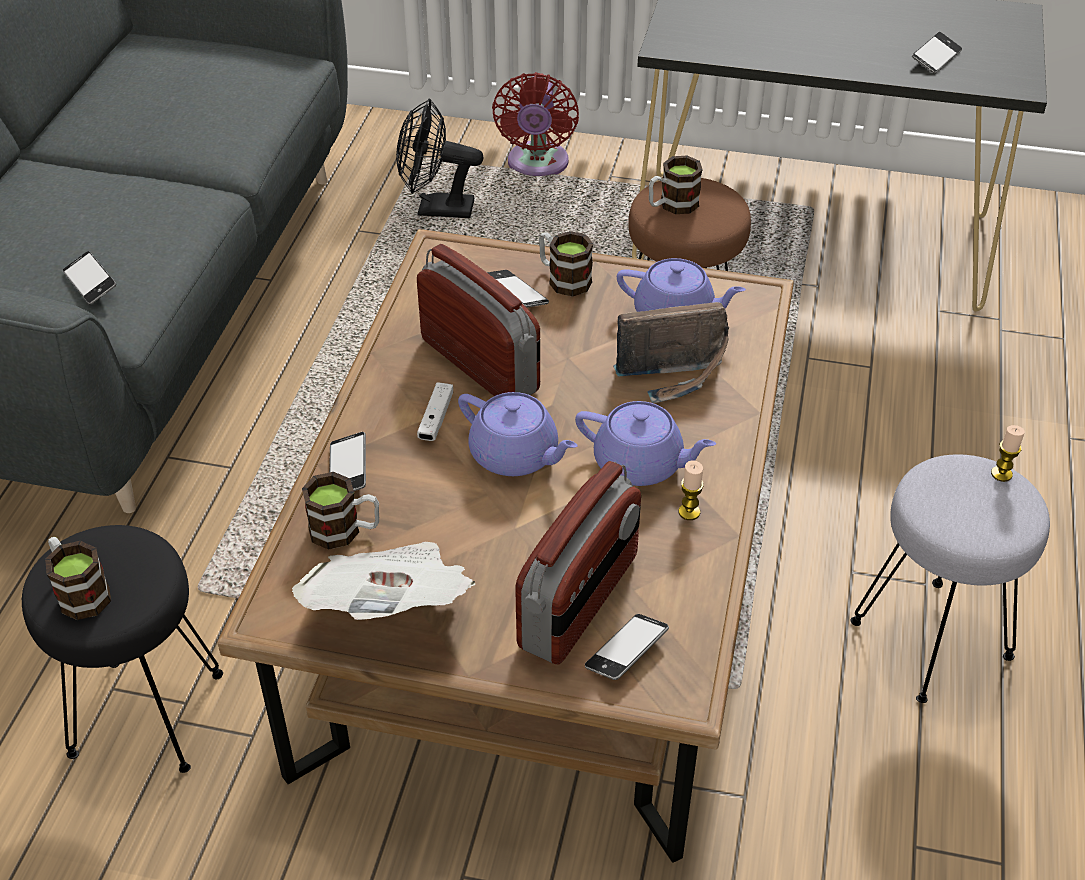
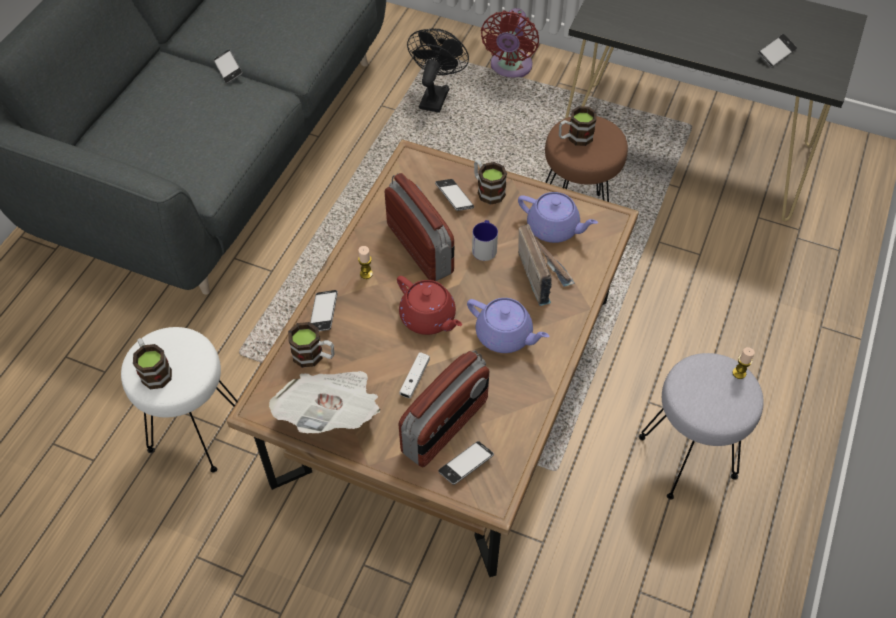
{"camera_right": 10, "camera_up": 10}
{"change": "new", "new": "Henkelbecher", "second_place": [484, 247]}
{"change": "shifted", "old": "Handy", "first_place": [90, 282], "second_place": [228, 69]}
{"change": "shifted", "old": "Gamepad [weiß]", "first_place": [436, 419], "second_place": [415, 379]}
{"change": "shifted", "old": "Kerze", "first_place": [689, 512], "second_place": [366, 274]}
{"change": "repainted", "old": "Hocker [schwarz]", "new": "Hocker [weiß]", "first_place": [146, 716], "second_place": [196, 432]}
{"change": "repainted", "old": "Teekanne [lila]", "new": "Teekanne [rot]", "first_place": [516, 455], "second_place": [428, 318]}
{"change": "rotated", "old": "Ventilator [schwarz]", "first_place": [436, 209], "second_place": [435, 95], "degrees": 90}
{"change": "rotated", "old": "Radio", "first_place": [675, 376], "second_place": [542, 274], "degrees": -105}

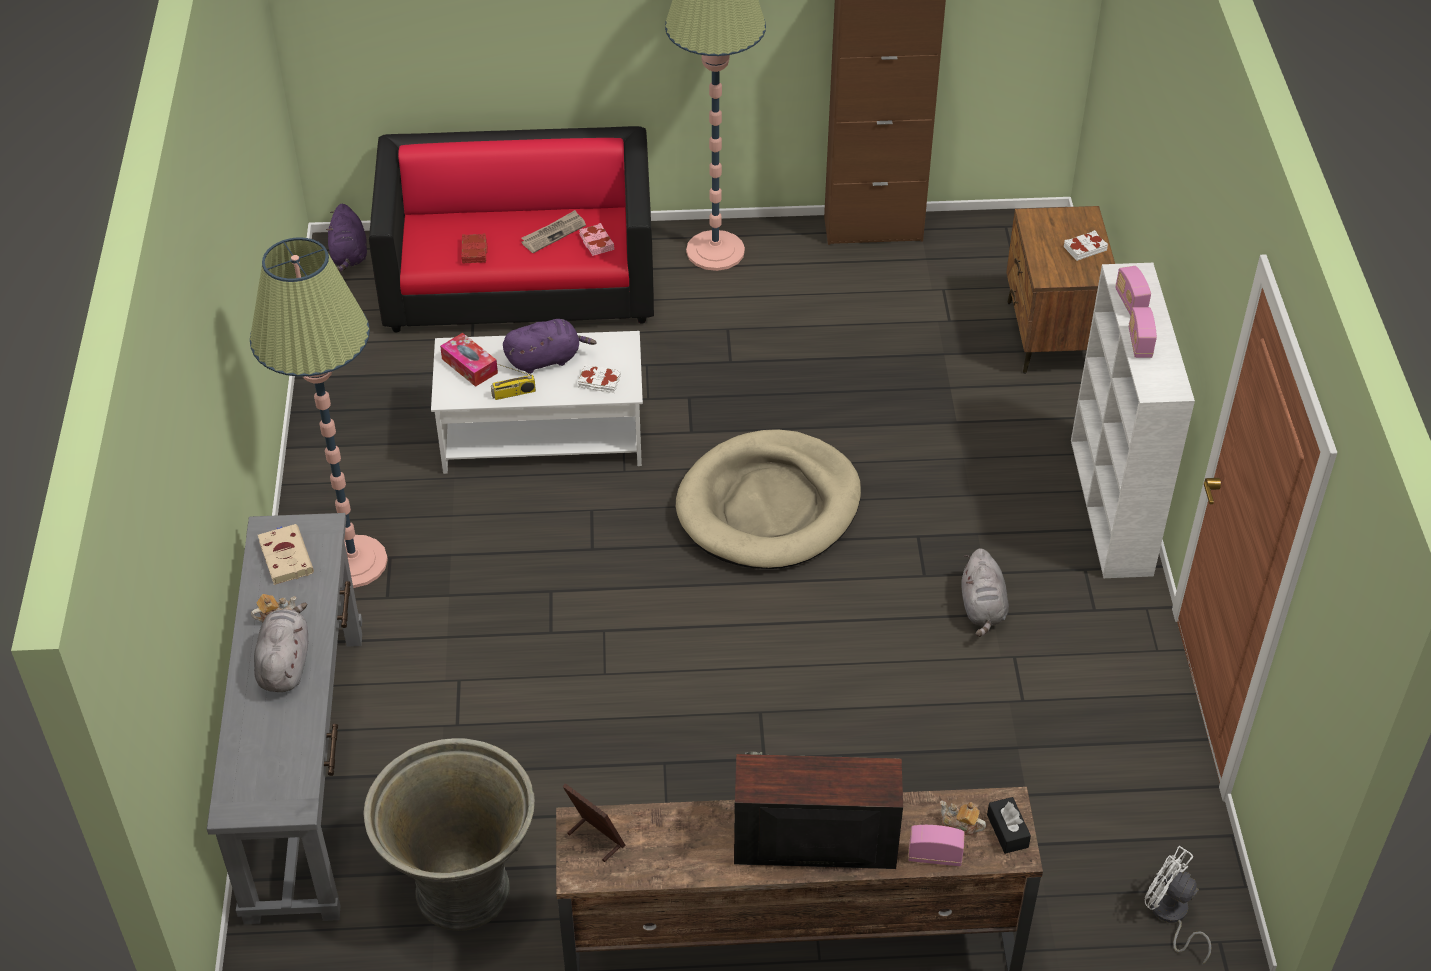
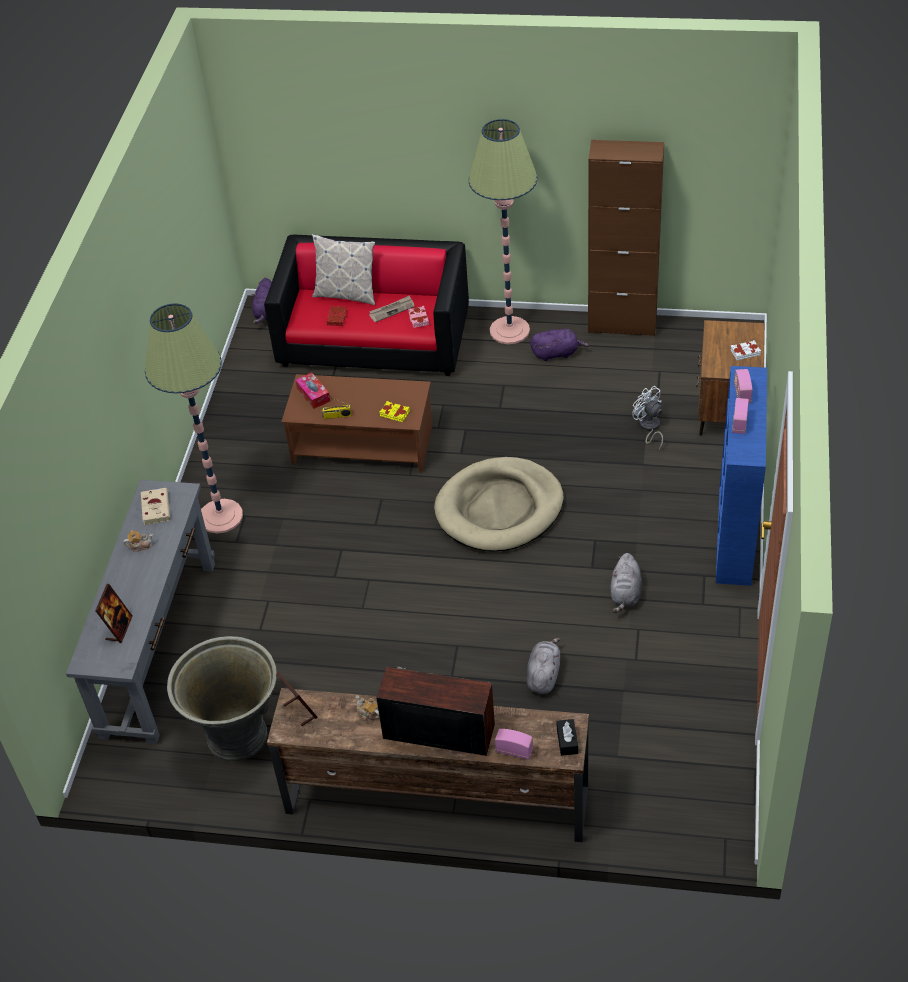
{"camera_right": 15, "camera_up": 0}
{"change": "new", "new": "Bilderrahmen", "second_place": [119, 628]}
{"change": "new", "new": "Kissen", "second_place": [346, 294]}
{"change": "shifted", "old": "Plüschtier [grau]", "first_place": [285, 664], "second_place": [543, 675]}
{"change": "shifted", "old": "Plüschtier [lila]", "first_place": [546, 359], "second_place": [556, 353]}
{"change": "shifted", "old": "Teekanne", "first_place": [960, 826], "second_place": [368, 713]}
{"change": "shifted", "old": "Ventilator [weiß]", "first_place": [1170, 916], "second_place": [649, 428]}
{"change": "repainted", "old": "Couchtisch [weiß]", "new": "Couchtisch [braun]", "first_place": [544, 433], "second_place": [363, 444]}
{"change": "repainted", "old": "Buch [weiß]", "new": "Buch [gelb]", "first_place": [599, 382], "second_place": [394, 414]}
{"change": "repainted", "old": "Bücherregal [weiß]", "new": "Bücherregal [blau]", "first_place": [1111, 507], "second_place": [735, 535]}

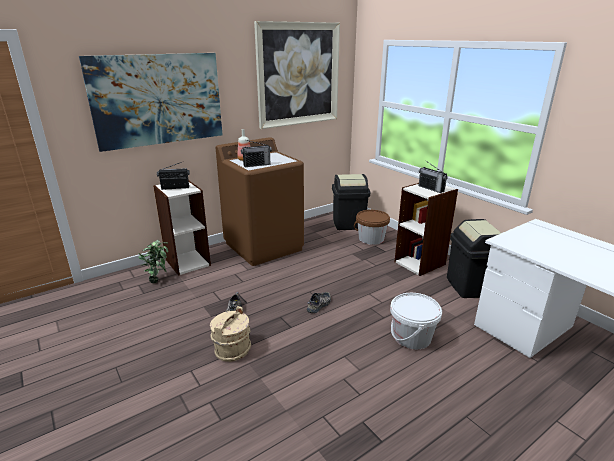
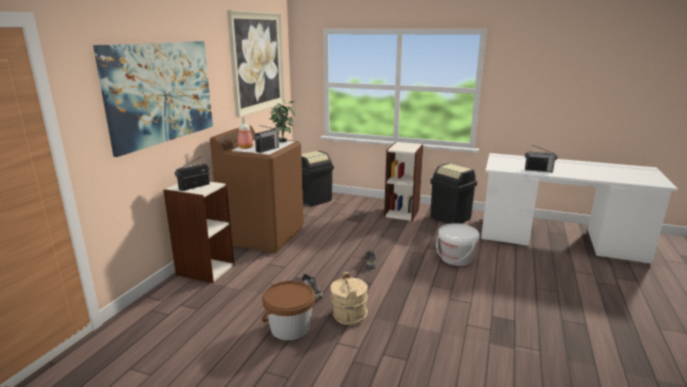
{"camera_right": -35, "camera_up": -5}
{"change": "shifted", "old": "Topfpflanze", "first_place": [158, 279], "second_place": [283, 141]}
{"change": "shifted", "old": "Eimer [braun]", "first_place": [371, 239], "second_place": [290, 328]}
{"change": "shifted", "old": "Radio", "first_place": [431, 189], "second_place": [538, 170]}

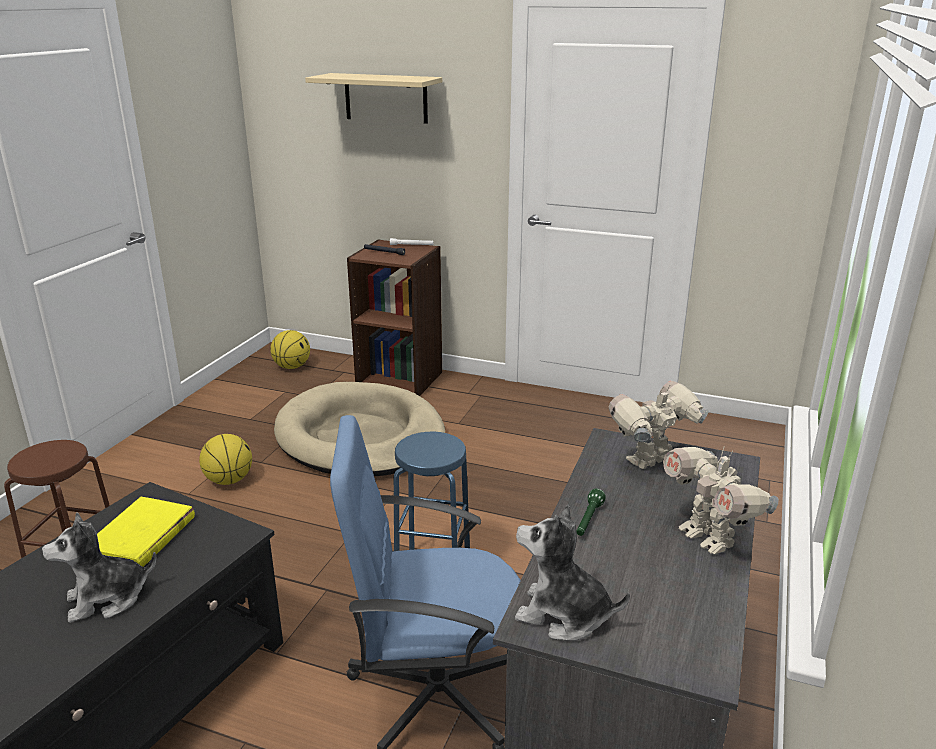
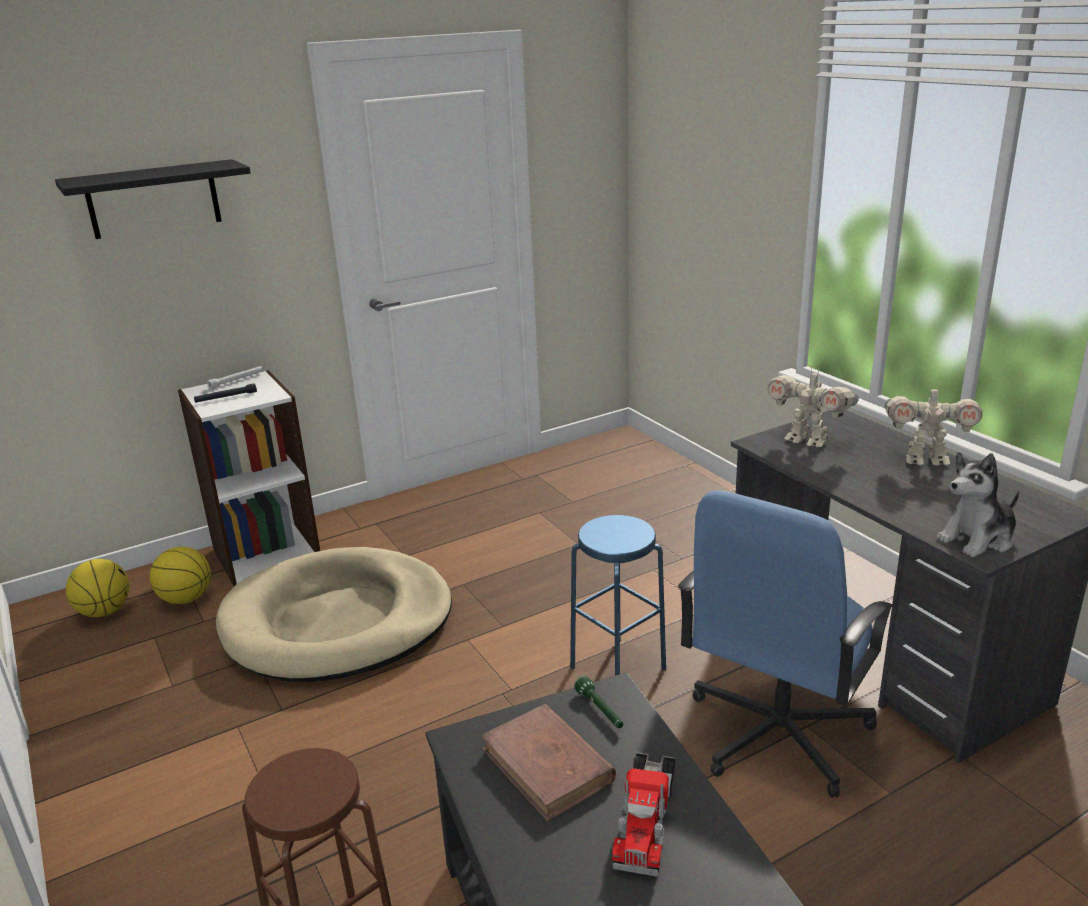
{"camera_right": -50, "camera_up": 0}
{"change": "shifted", "old": "Basketball", "first_place": [229, 480], "second_place": [185, 598]}
{"change": "shifted", "old": "Taschenlampe [grün]", "first_place": [588, 520], "second_place": [600, 710]}
{"change": "swapped", "old": "Plüschtier", "new": "Spielzeuglaster", "first_place": [107, 599], "second_place": [645, 818]}
{"change": "repainted", "old": "Buch [gelb]", "new": "Buch [braun]", "first_place": [141, 538], "second_place": [547, 766]}
{"change": "repainted", "old": "Wandregal [beige]", "new": "Wandregal [schwarz]", "first_place": [386, 98], "second_place": [153, 199]}
{"change": "repainted", "old": "Bücherregal [braun]", "new": "Bücherregal [weiß]", "first_place": [400, 379], "second_place": [266, 553]}
{"change": "rotated", "old": "Spielzeugroboter", "first_place": [652, 462], "second_place": [807, 440], "degrees": -60}

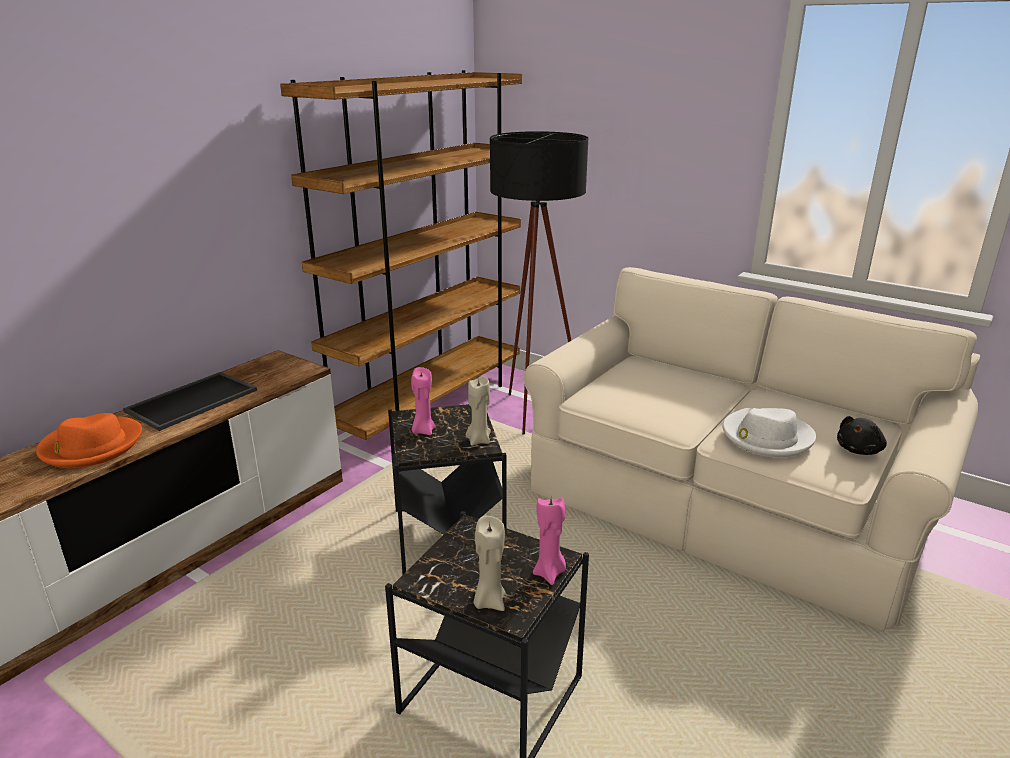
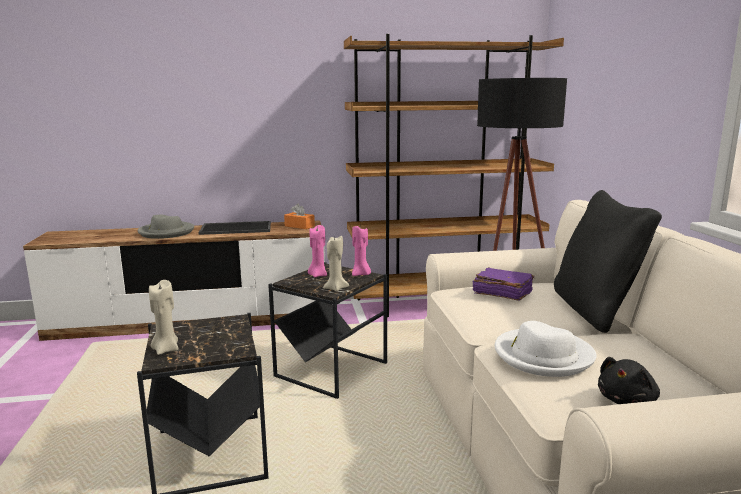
{"camera_right": 45, "camera_up": -10}
{"change": "new", "new": "Taschentuchbox [orange]", "second_place": [299, 226]}
{"change": "new", "new": "Buch [lila]", "second_place": [501, 293]}
{"change": "new", "new": "Kissen [schwarz]", "second_place": [595, 310]}
{"change": "shifted", "old": "Kerze [rosa]", "first_place": [549, 573], "second_place": [361, 274]}
{"change": "repainted", "old": "Hut [orange]", "new": "Hut [grau]", "first_place": [91, 446], "second_place": [166, 232]}
{"change": "rotated", "old": "Plüschtier [schwarz]", "first_place": [859, 450], "second_place": [627, 401], "degrees": -45}

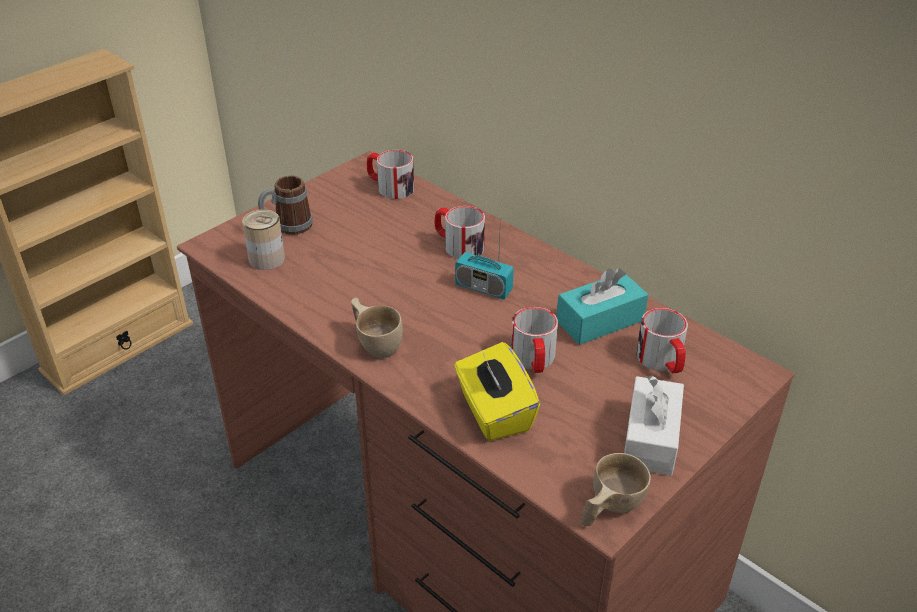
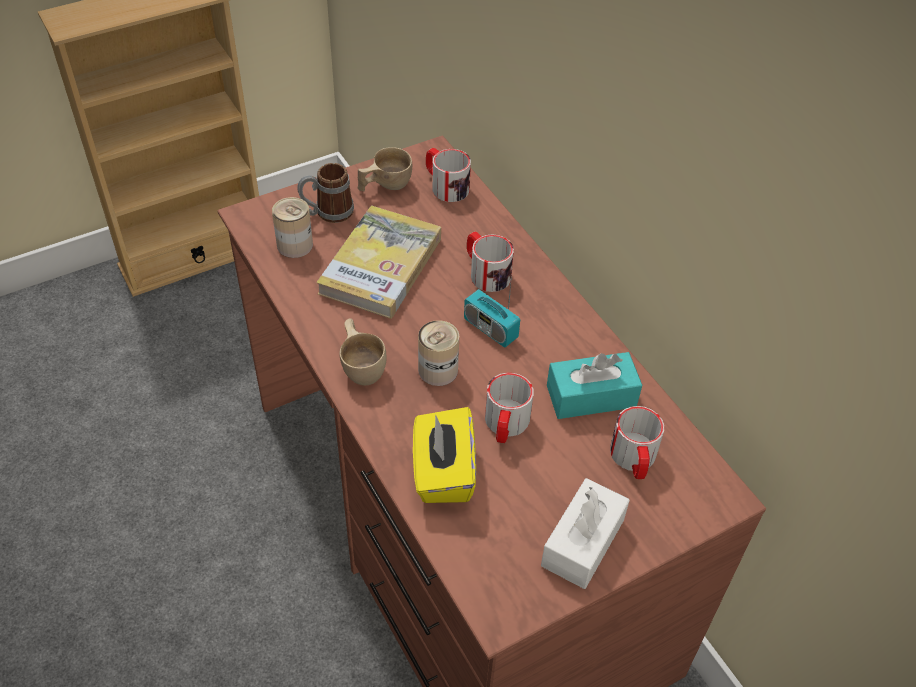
{"camera_right": 15, "camera_up": 10}
{"change": "new", "new": "Buch", "second_place": [381, 265]}
{"change": "new", "new": "Dose", "second_place": [438, 370]}
{"change": "shifted", "old": "Tasse [beige]", "first_place": [609, 507], "second_place": [384, 185]}

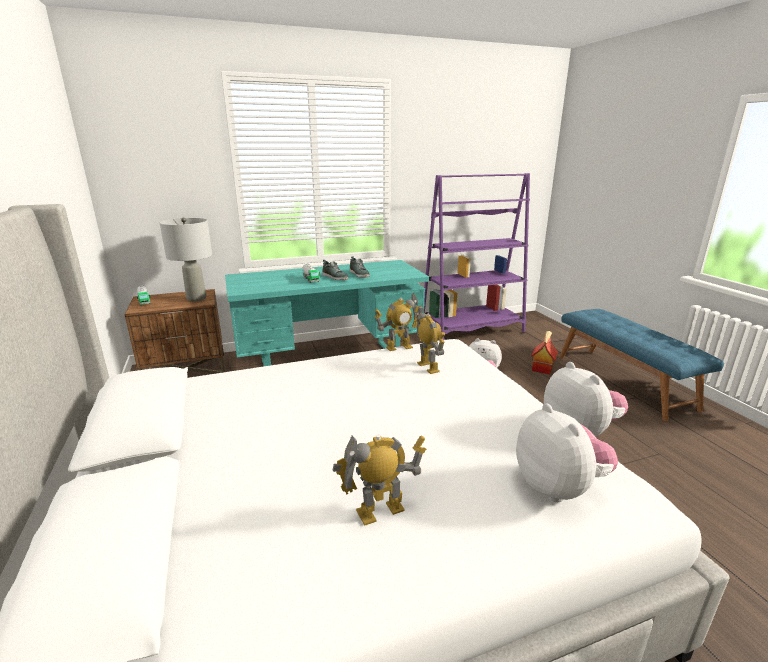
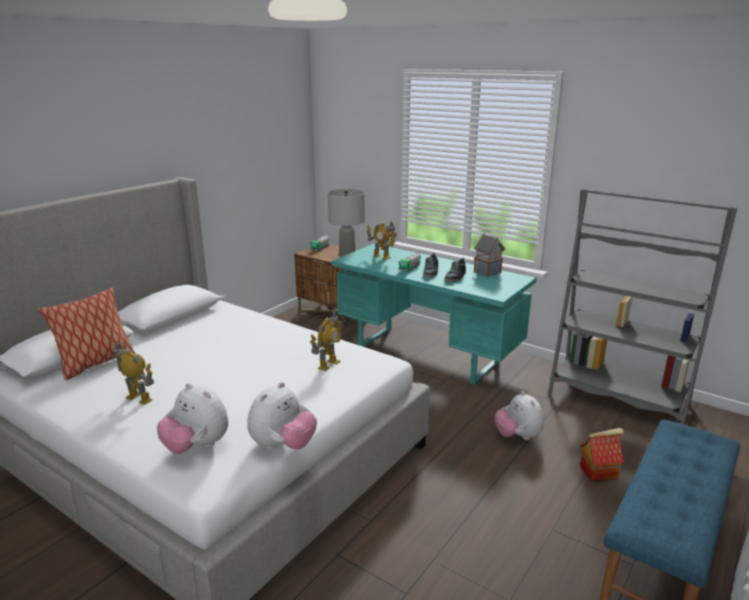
{"camera_right": 55, "camera_up": 0}
{"change": "new", "new": "Kissen", "second_place": [96, 364]}
{"change": "new", "new": "Spielzeughaus", "second_place": [488, 272]}
{"change": "shifted", "old": "Spielzeugroboter", "first_place": [399, 347], "second_place": [381, 257]}
{"change": "repainted", "old": "Bücherregal [lila]", "new": "Bücherregal [grau]", "first_place": [472, 330], "second_place": [618, 398]}
{"change": "rotated", "old": "Plüschtier", "first_place": [558, 487], "second_place": [197, 447], "degrees": 90}

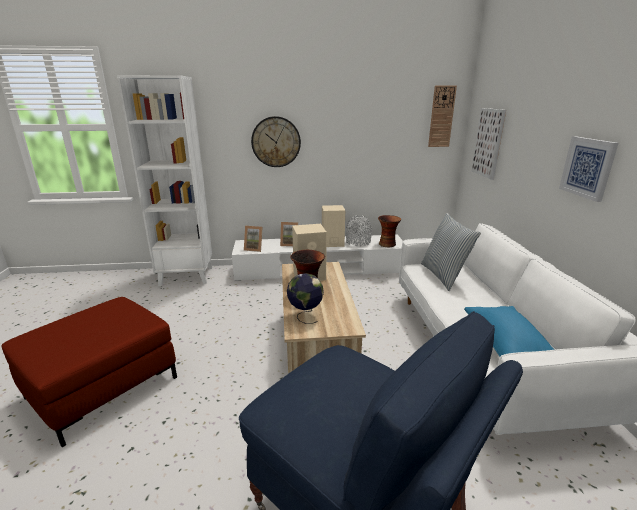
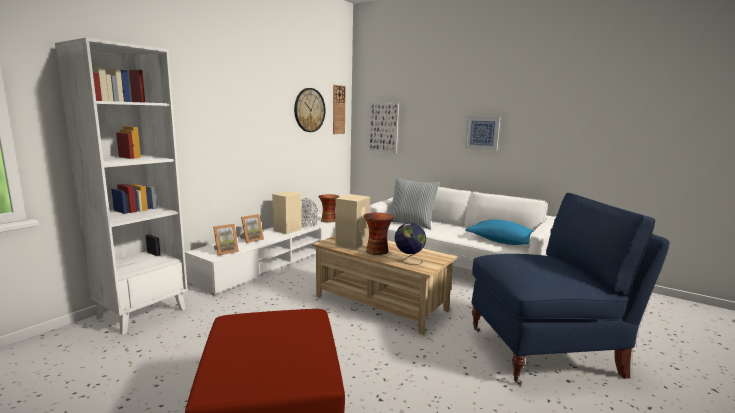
{"camera_right": -50, "camera_up": -10}
{"change": "shifted", "old": "Wanduhr", "first_place": [276, 142], "second_place": [309, 110]}

